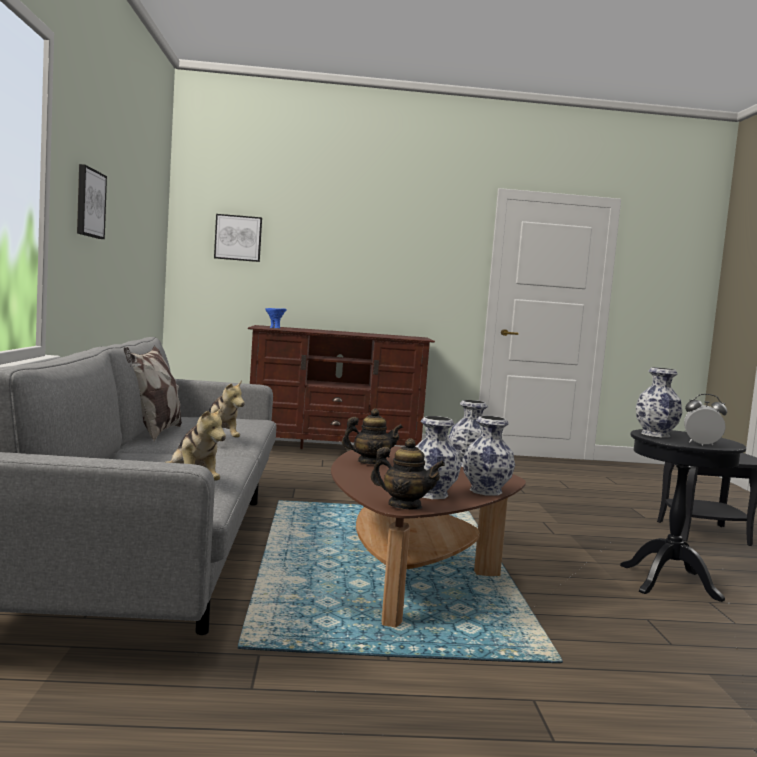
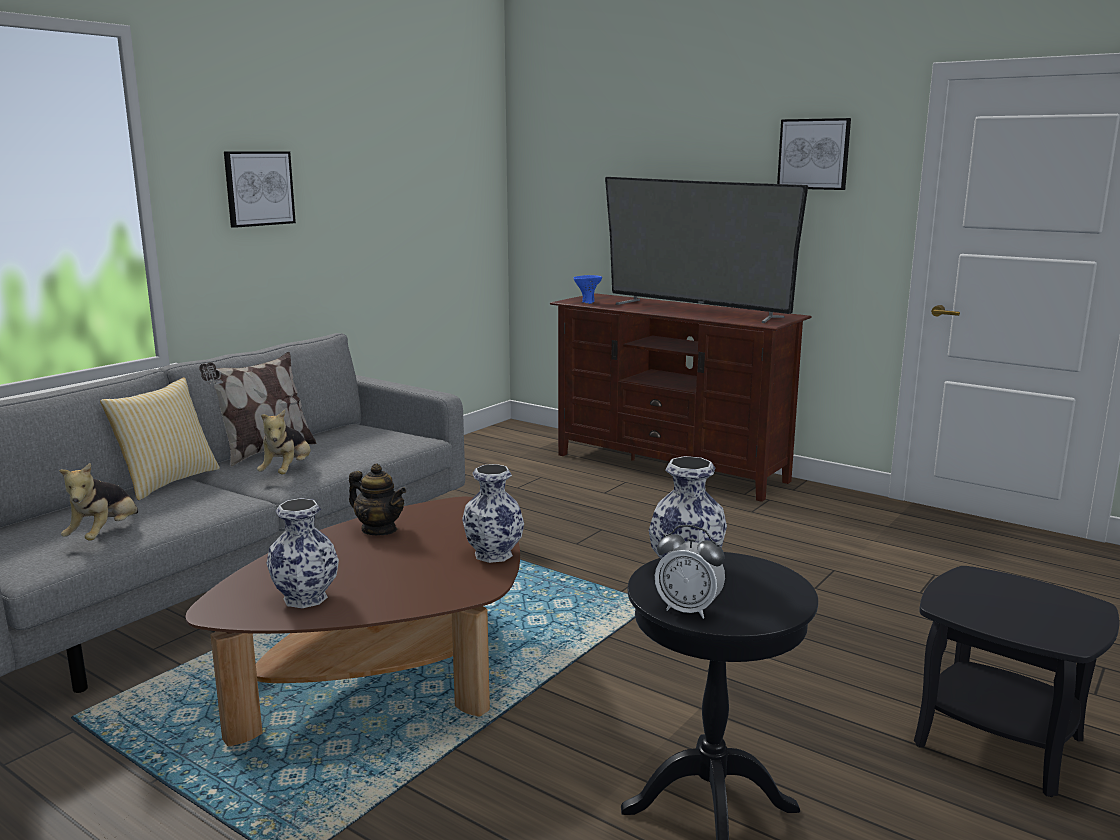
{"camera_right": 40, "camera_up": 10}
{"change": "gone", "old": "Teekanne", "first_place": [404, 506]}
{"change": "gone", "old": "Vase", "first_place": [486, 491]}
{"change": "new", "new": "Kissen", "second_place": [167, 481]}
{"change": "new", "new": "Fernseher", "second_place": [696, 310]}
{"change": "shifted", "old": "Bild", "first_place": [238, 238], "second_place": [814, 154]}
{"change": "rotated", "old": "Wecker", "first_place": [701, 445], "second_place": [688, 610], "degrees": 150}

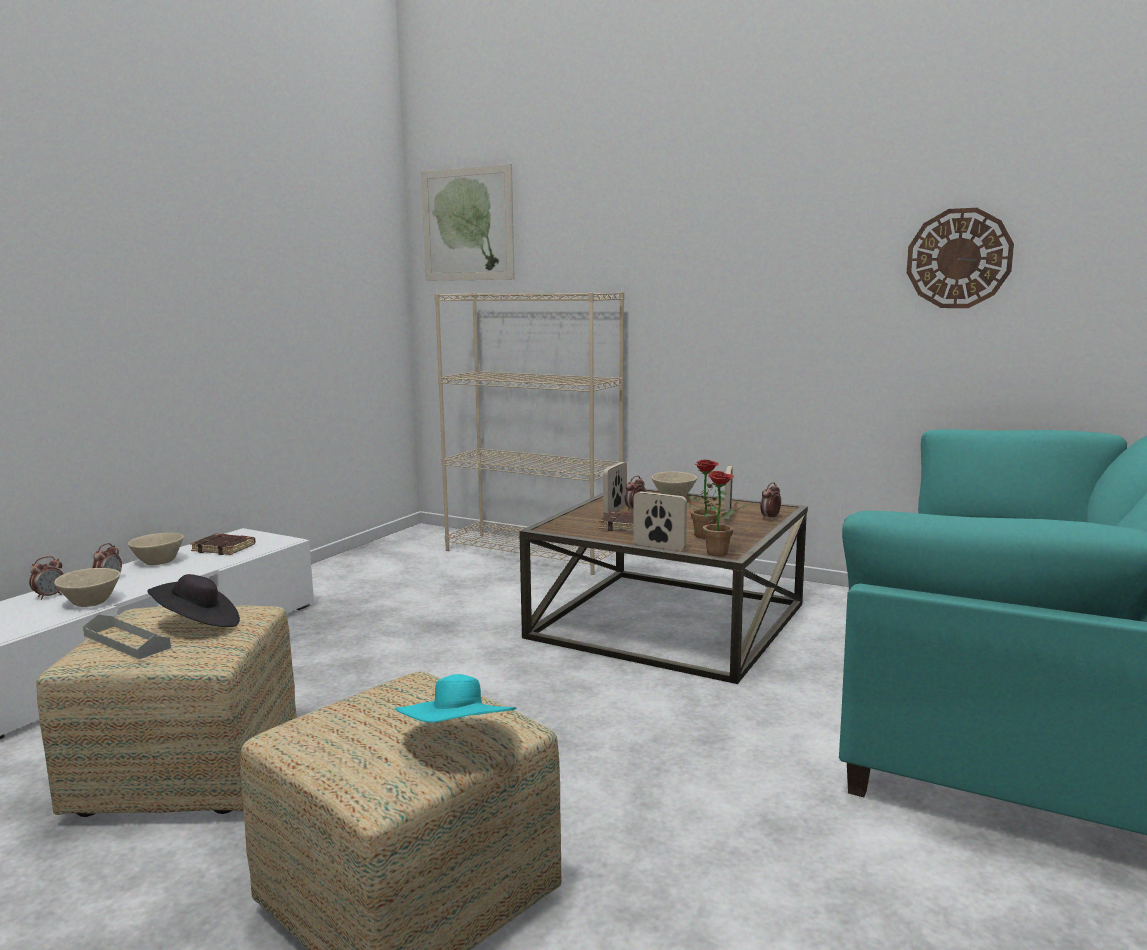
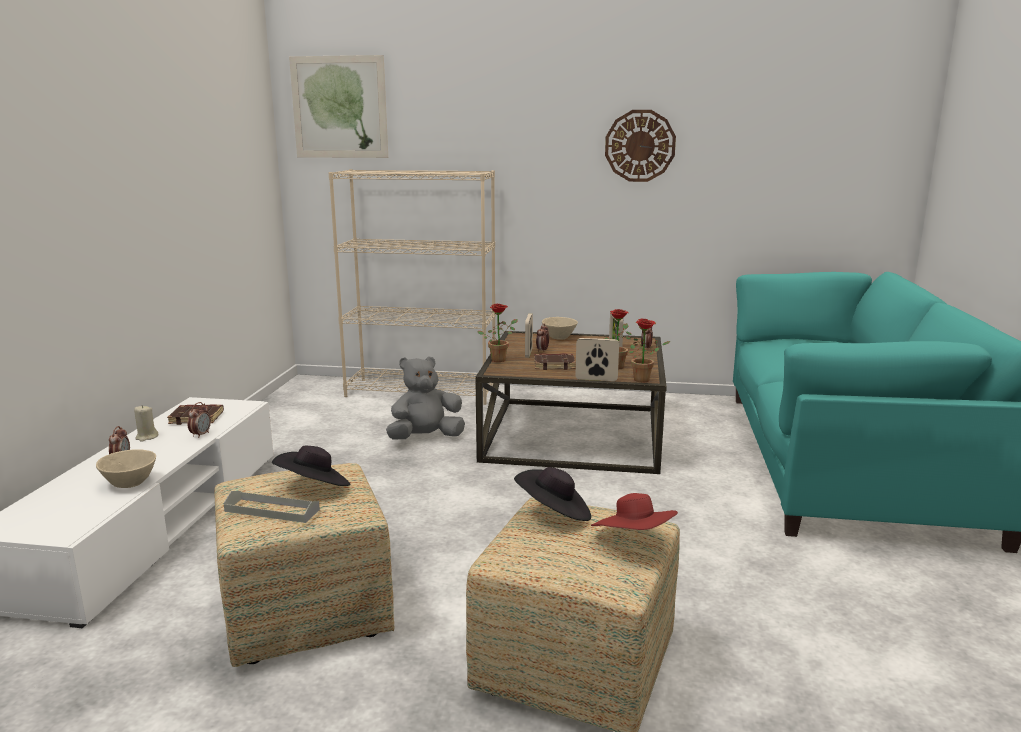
{"camera_right": -20, "camera_up": 5}
{"change": "new", "new": "Plüschtier [grau]", "second_place": [425, 438]}
{"change": "new", "new": "Topfpflanze", "second_place": [500, 359]}
{"change": "new", "new": "Hut [schwarz]", "second_place": [554, 513]}
{"change": "shifted", "old": "Wecker", "first_place": [49, 596], "second_place": [201, 435]}
{"change": "shifted", "old": "Wanduhr", "first_place": [959, 258], "second_place": [640, 146]}
{"change": "swapped", "old": "Schüssel [beige]", "new": "Kerze [beige]", "first_place": [158, 561], "second_place": [146, 437]}
{"change": "repainted", "old": "Hut [türkis]", "new": "Hut [rot]", "first_place": [458, 740], "second_place": [634, 540]}

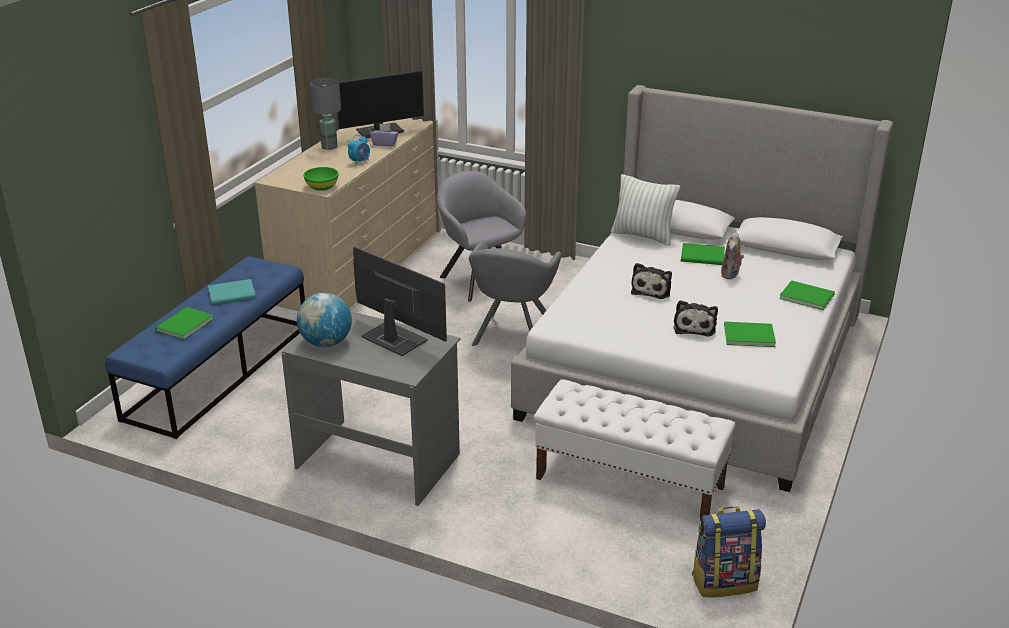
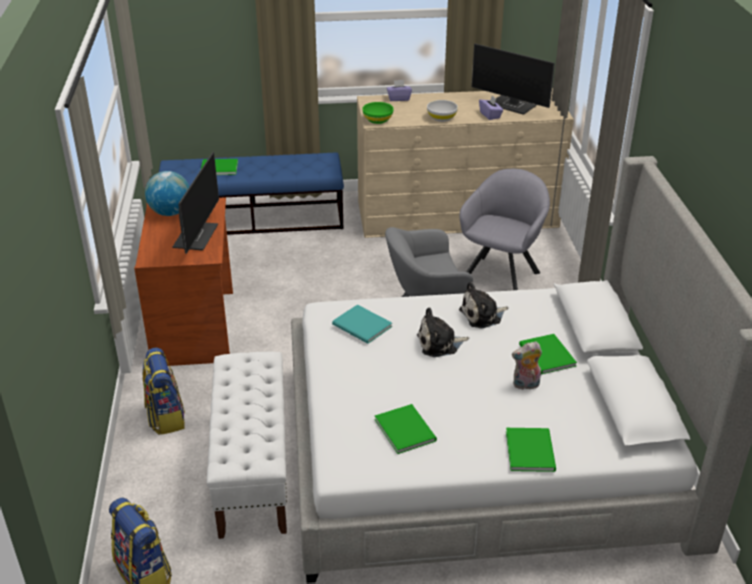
{"camera_right": 60, "camera_up": 5}
{"change": "gone", "old": "Tischlampe [grau]", "first_place": [329, 147]}
{"change": "gone", "old": "Kissen [weiß]", "first_place": [643, 236]}
{"change": "new", "new": "Rucksack", "second_place": [165, 417]}
{"change": "new", "new": "Taschentuchbox [lila]", "second_place": [398, 98]}
{"change": "shifted", "old": "Buch [türkis]", "first_place": [233, 294], "second_place": [362, 327]}
{"change": "shifted", "old": "Plüschtier", "first_place": [694, 327], "second_place": [482, 315]}
{"change": "swapped", "old": "Wecker", "new": "Schüssel [weiß]", "first_place": [360, 162], "second_place": [441, 118]}
{"change": "repainted", "old": "Schreibtisch [grau]", "new": "Schreibtisch [braun]", "first_place": [379, 460], "second_place": [195, 328]}

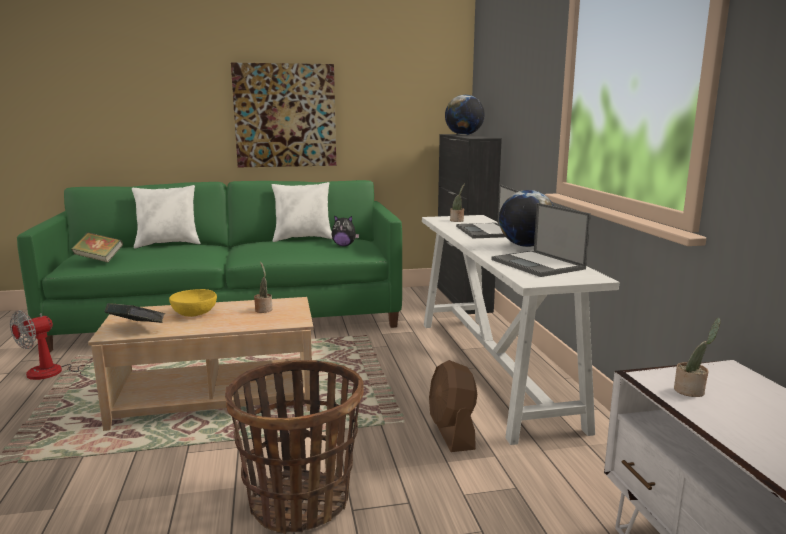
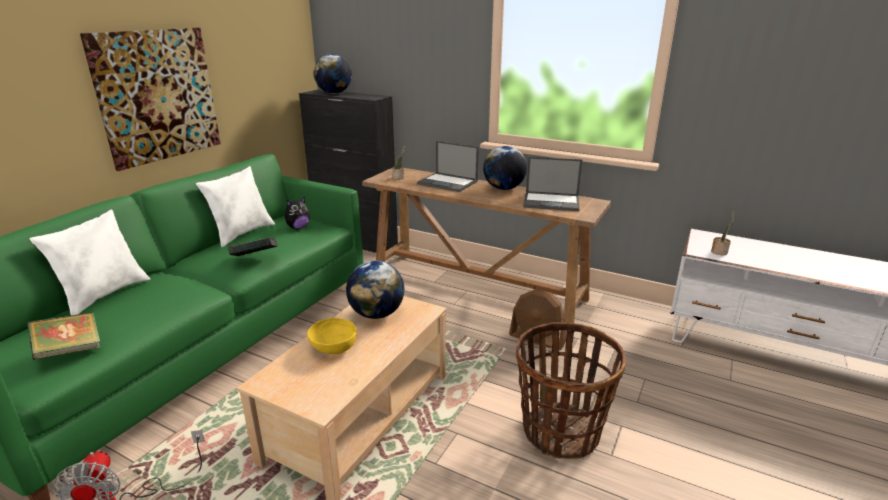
{"camera_right": -50, "camera_up": 10}
{"change": "shifted", "old": "Buch", "first_place": [136, 329], "second_place": [255, 259]}
{"change": "swapped", "old": "Topfpflanze", "new": "Globus", "first_place": [263, 309], "second_place": [377, 314]}
{"change": "repainted", "old": "Konsolentisch [weiß]", "new": "Konsolentisch [braun]", "first_place": [492, 370], "second_place": [478, 287]}

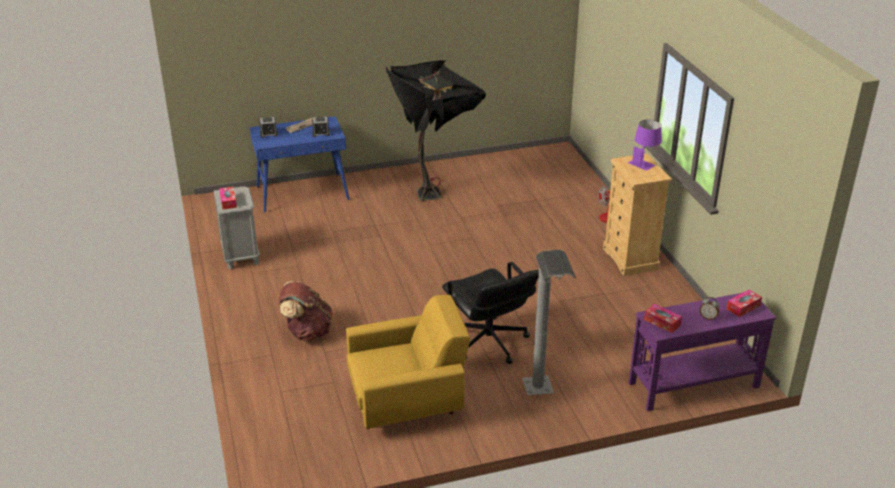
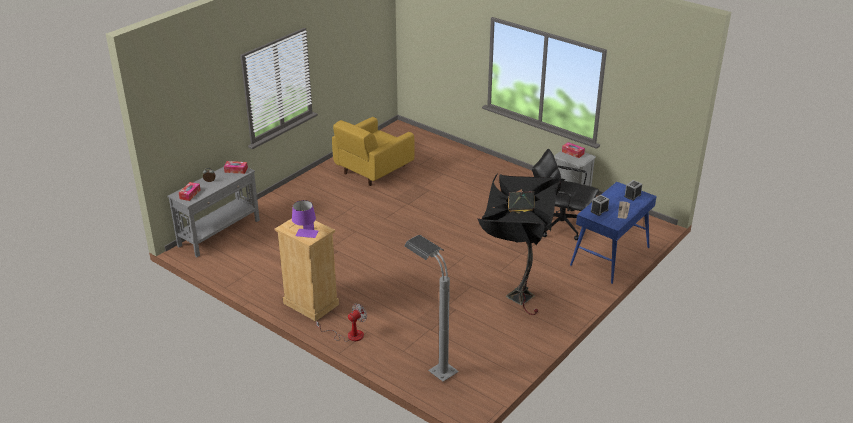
{"camera_right": 145, "camera_up": 0}
{"change": "gone", "old": "Rucksack [braun]", "first_place": [307, 332]}
{"change": "shifted", "old": "Bürostuhl [schwarz]", "first_place": [488, 343], "second_place": [560, 225]}
{"change": "shifted", "old": "Stehlampe [grau]", "first_place": [542, 401], "second_place": [432, 365]}
{"change": "repainted", "old": "Konsolentisch [lila]", "new": "Konsolentisch [grau]", "first_place": [693, 385], "second_place": [220, 233]}

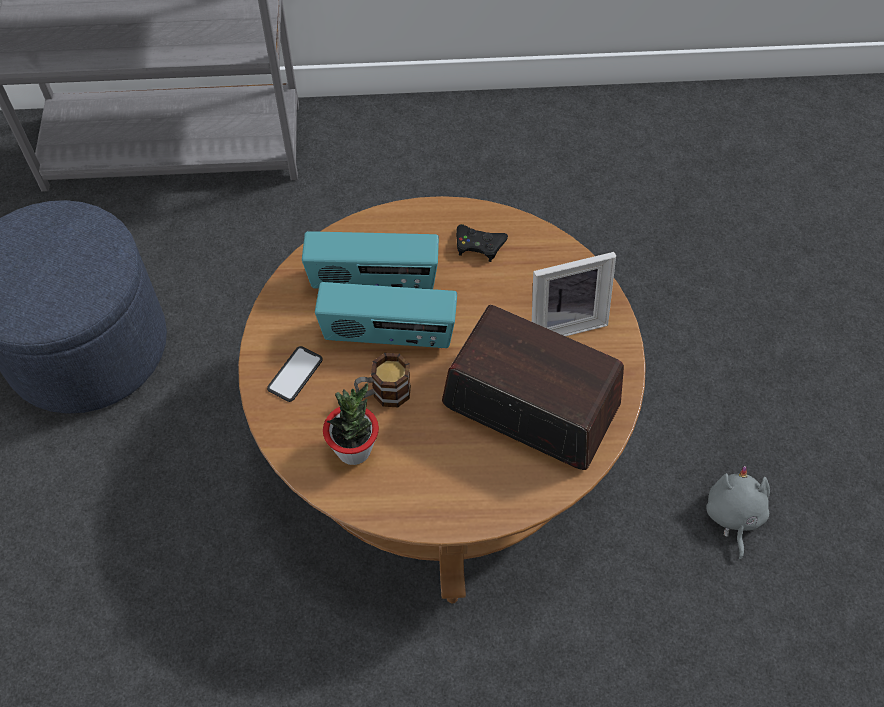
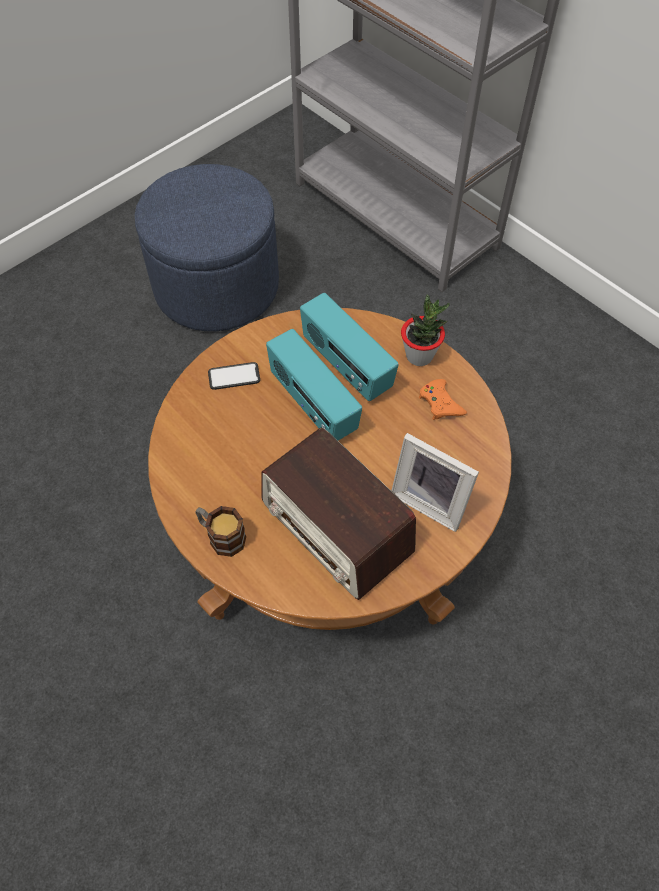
{"camera_right": 50, "camera_up": 0}
{"change": "gone", "old": "Plüschtier [grau]", "first_place": [733, 515]}
{"change": "shifted", "old": "Topfpflanze", "first_place": [354, 449], "second_place": [419, 356]}
{"change": "shifted", "old": "Henkelbecher", "first_place": [383, 393], "second_place": [221, 536]}
{"change": "repainted", "old": "Gamepad [schwarz]", "new": "Gamepad [orange]", "first_place": [479, 245], "second_place": [440, 403]}
{"change": "rotated", "old": "Radio", "first_place": [529, 405], "second_place": [337, 528], "degrees": 150}

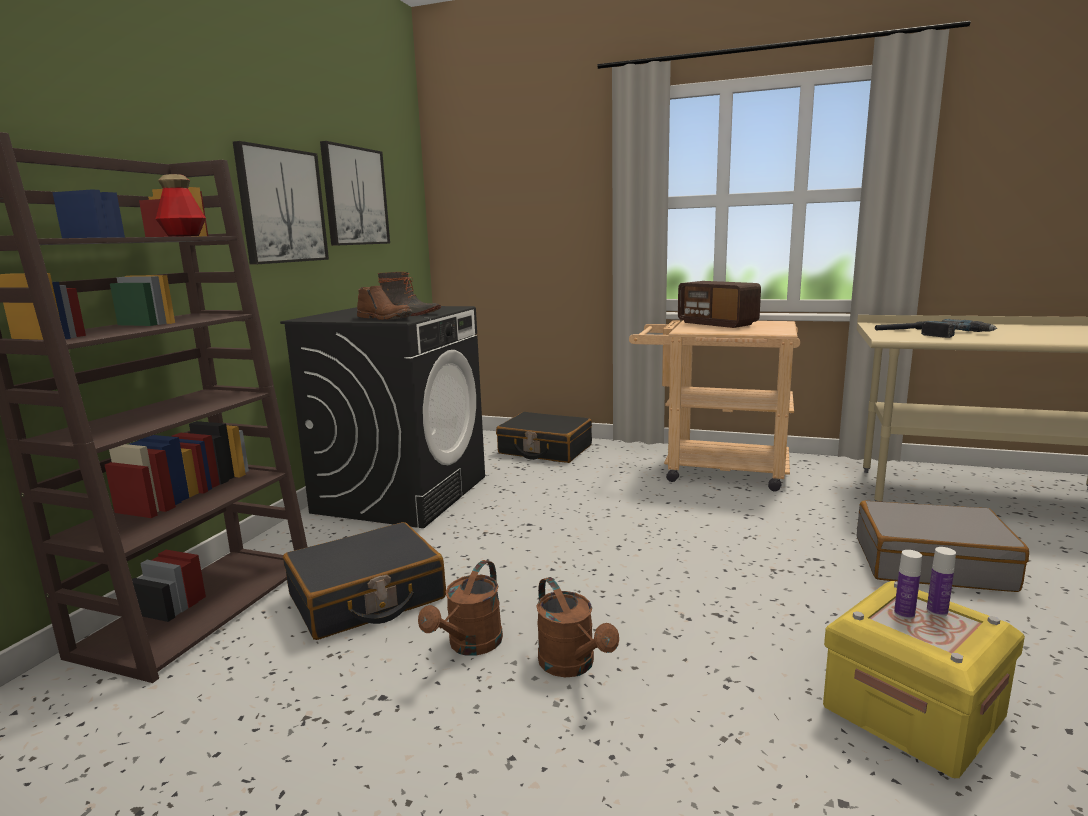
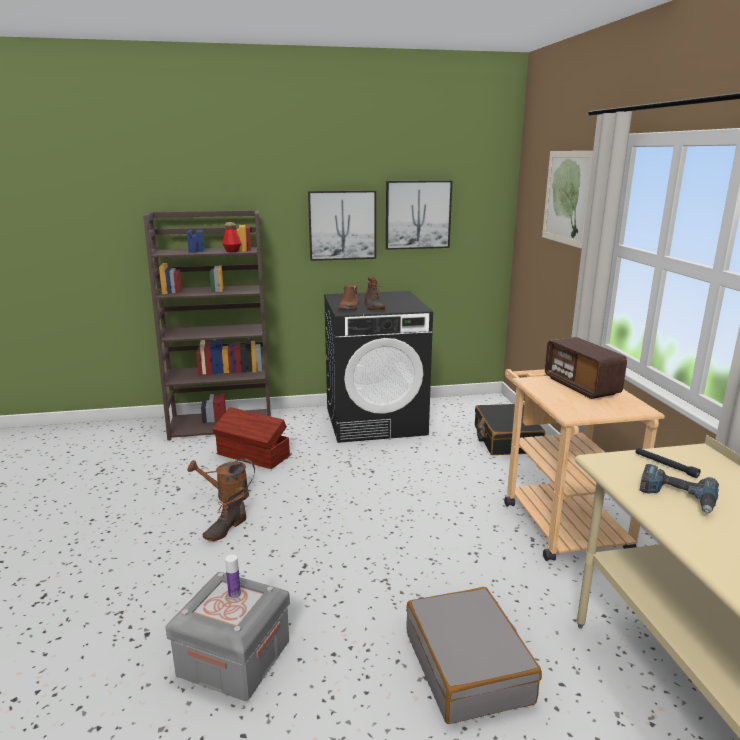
{"camera_right": 60, "camera_up": 5}
{"change": "gone", "old": "Flasche", "first_place": [937, 611]}
{"change": "new", "new": "Bild", "second_place": [567, 197]}
{"change": "swapped", "old": "Koffer [schwarz]", "new": "Aufbewahrungsbox [braun]", "first_place": [367, 598], "second_place": [253, 456]}
{"change": "swapped", "old": "Gießkanne [braun]", "new": "Stiefel", "first_place": [572, 665], "second_place": [224, 529]}
{"change": "repainted", "old": "Aufbewahrungsbox [gelb]", "new": "Aufbewahrungsbox [grau]", "first_place": [913, 712], "second_place": [234, 658]}
{"change": "rotated", "old": "Radio", "first_place": [717, 323], "second_place": [581, 386], "degrees": -45}

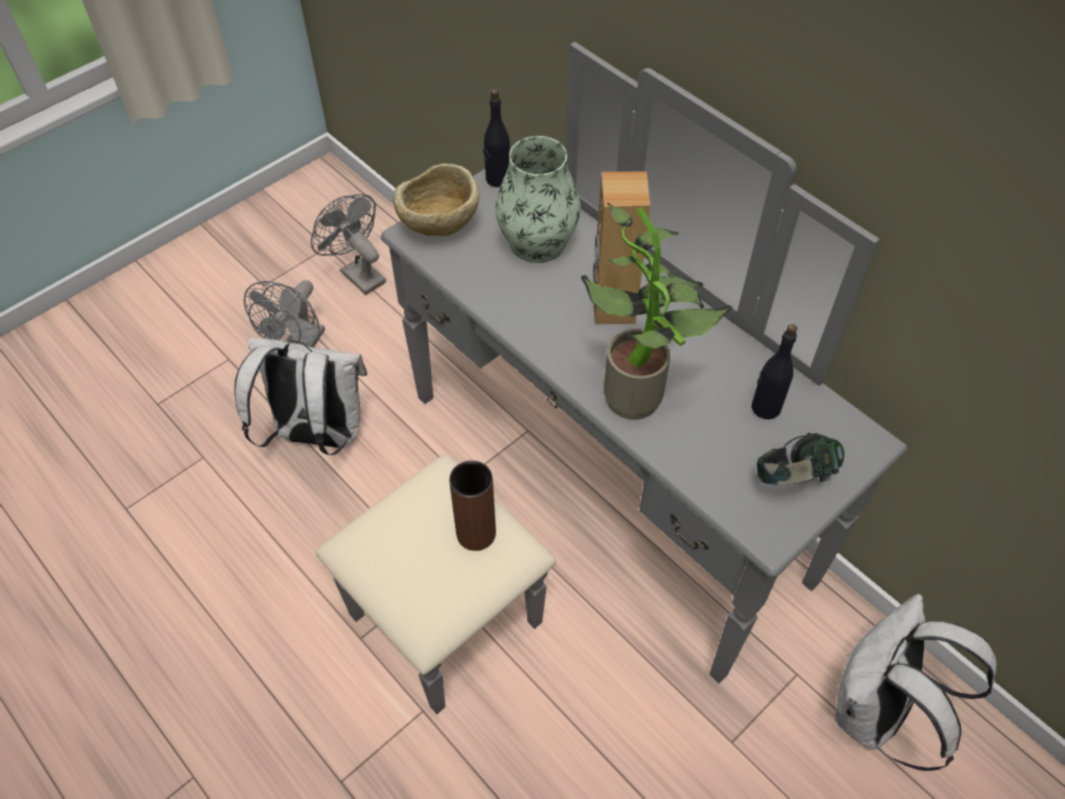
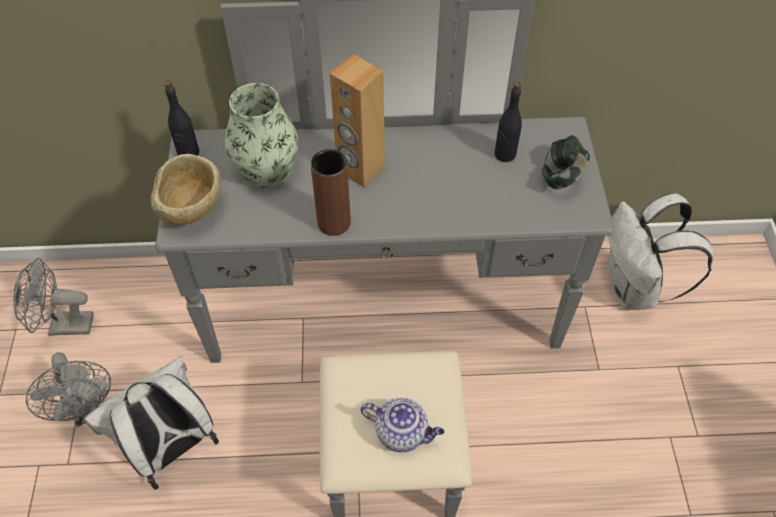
{"camera_right": -50, "camera_up": 0}
{"change": "gone", "old": "Topfpflanze", "first_place": [640, 394]}
{"change": "new", "new": "Teekanne", "second_place": [402, 433]}
{"change": "shifted", "old": "Vase [braun]", "first_place": [476, 533], "second_place": [334, 223]}

